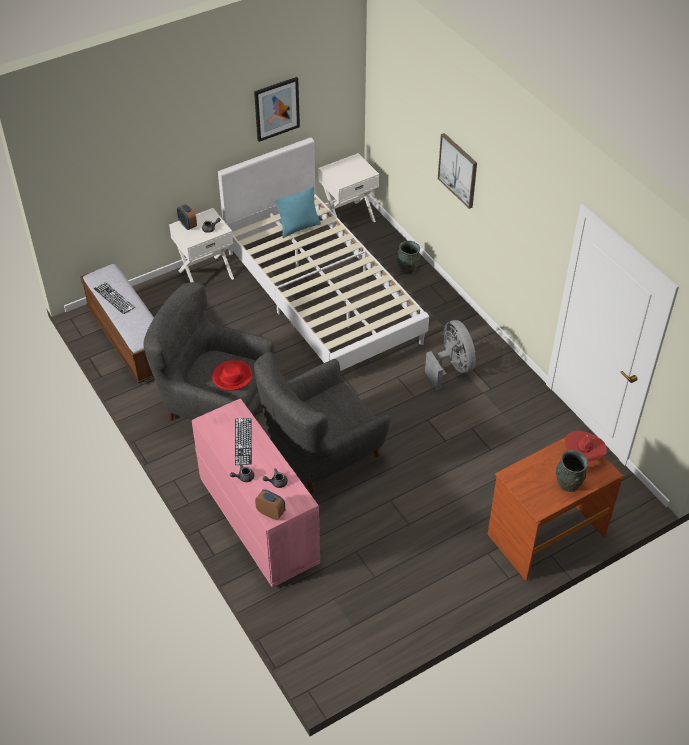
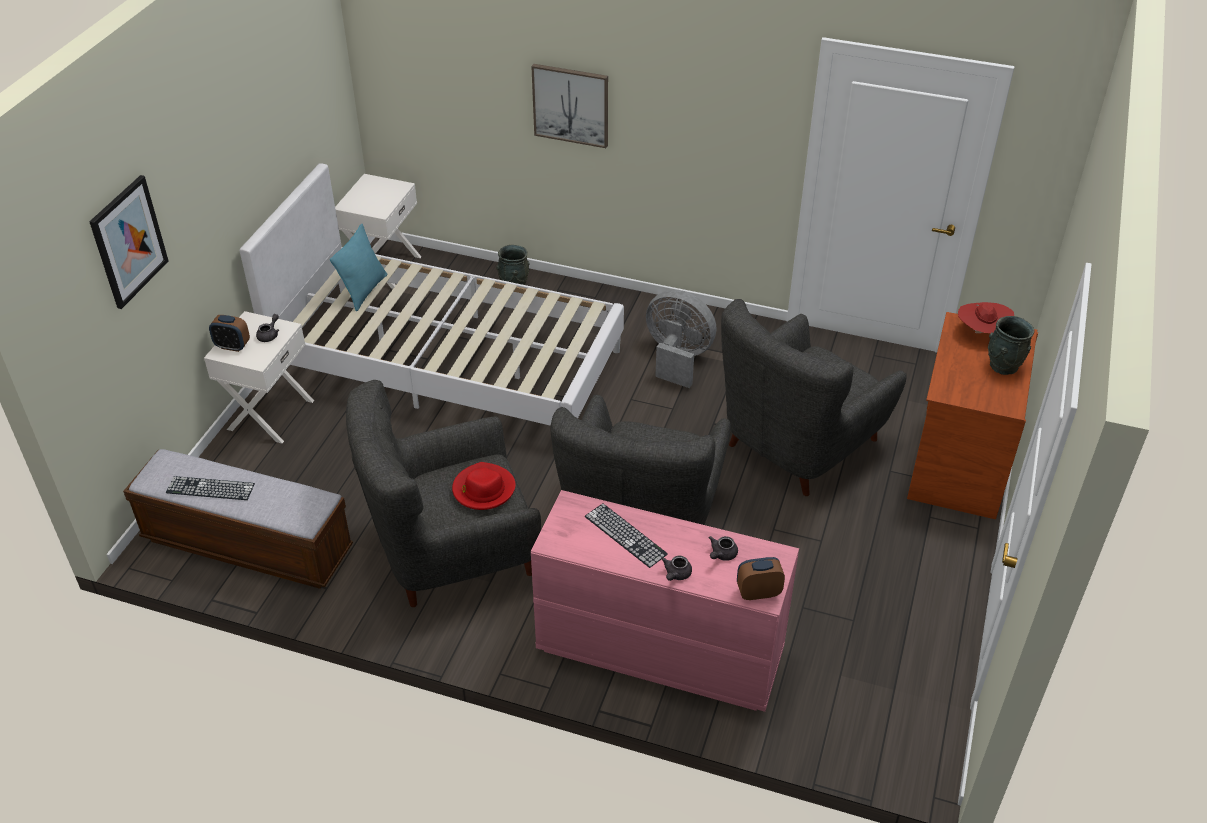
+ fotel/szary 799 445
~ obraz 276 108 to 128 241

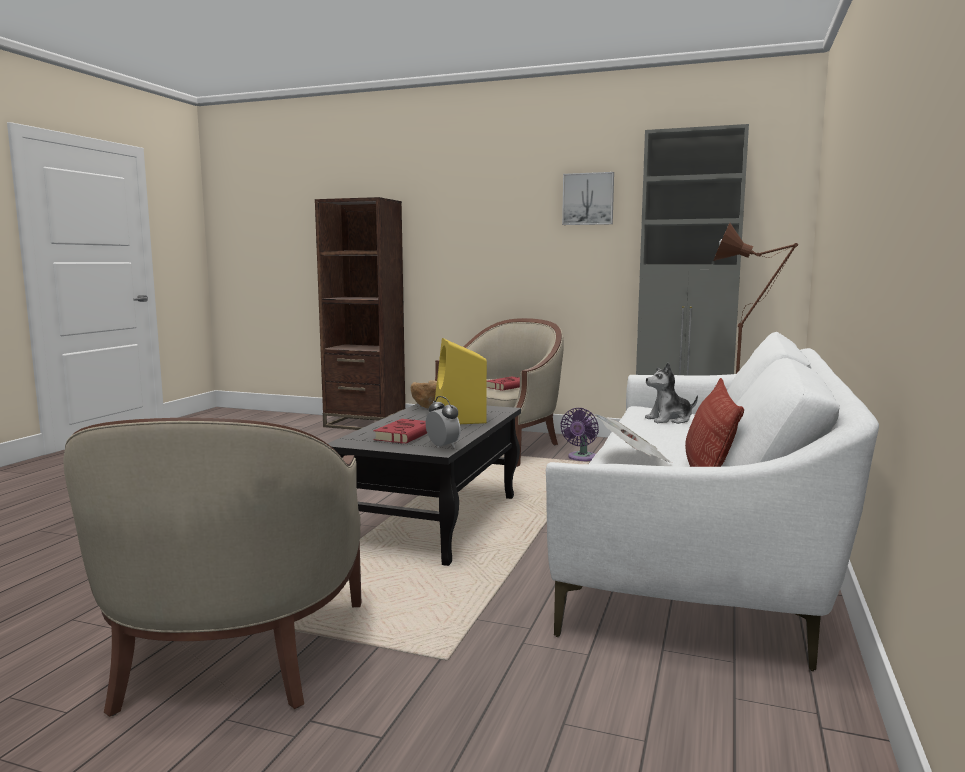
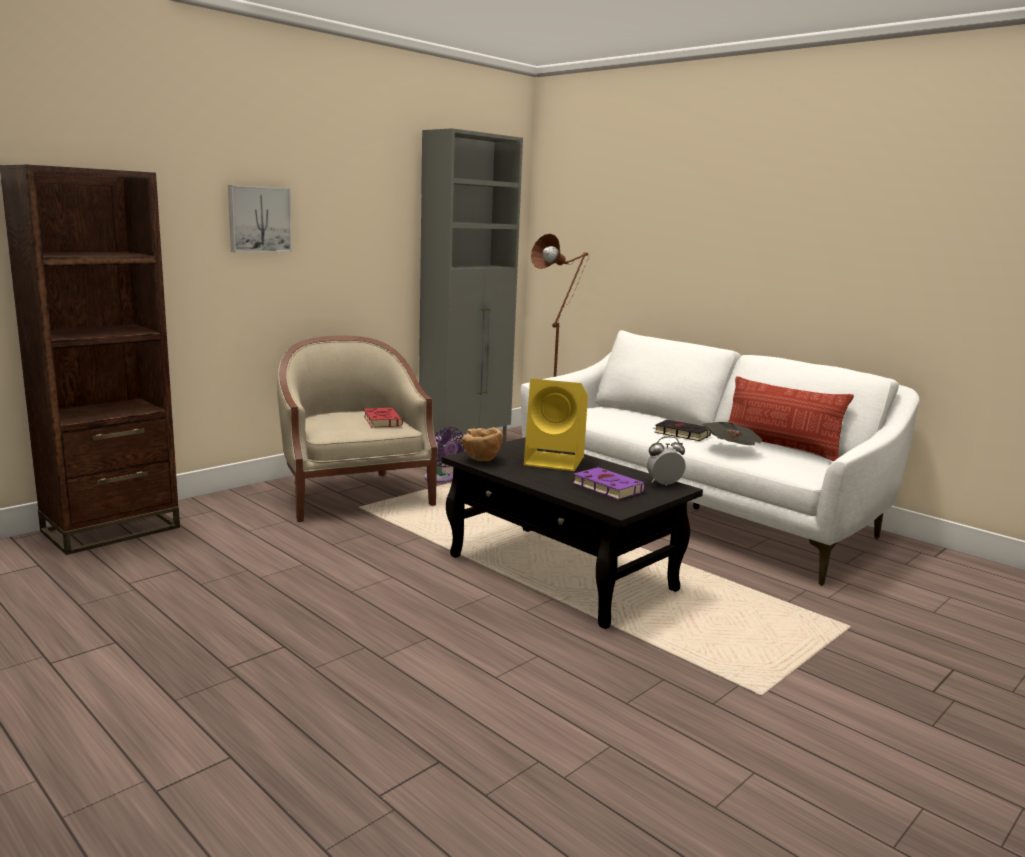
- fotel/beżowy 232 653
- pluszak 669 420
+ książka/czarny 680 433
~ obraz 588 199 to 259 219
~ książka/czerwony 405 435 to książka/fioletowy 606 487

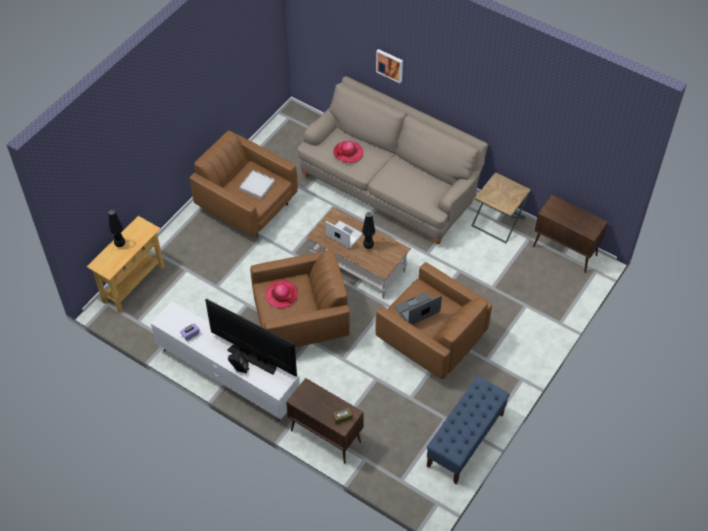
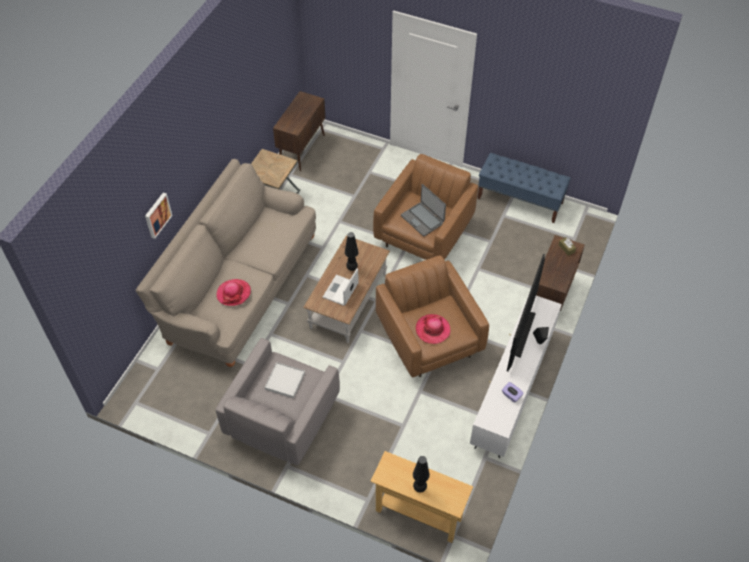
~ fotel/brązowy 246 205 to fotel/szary 282 419

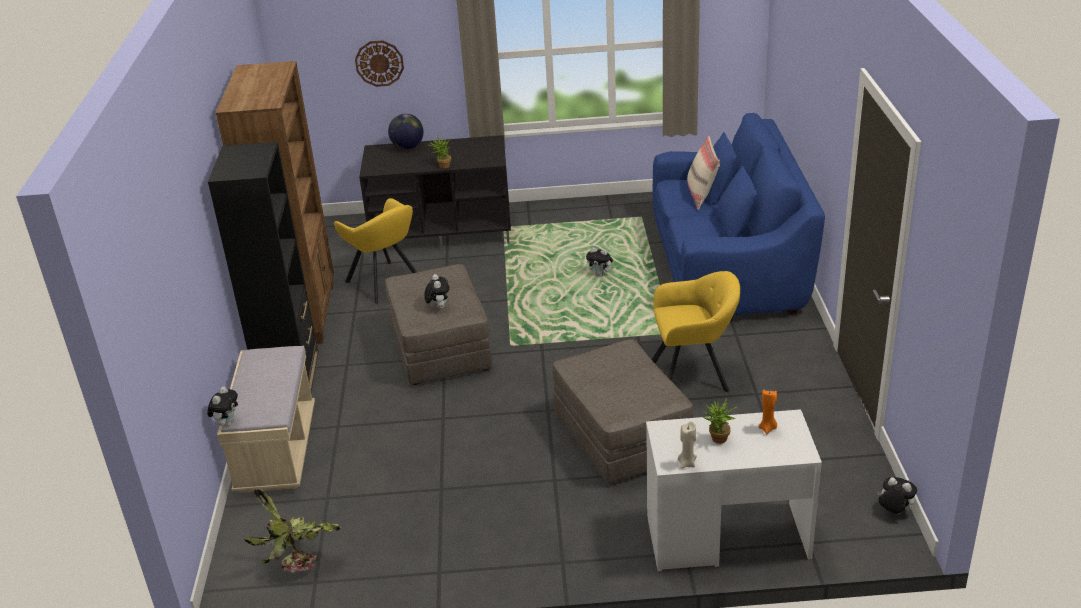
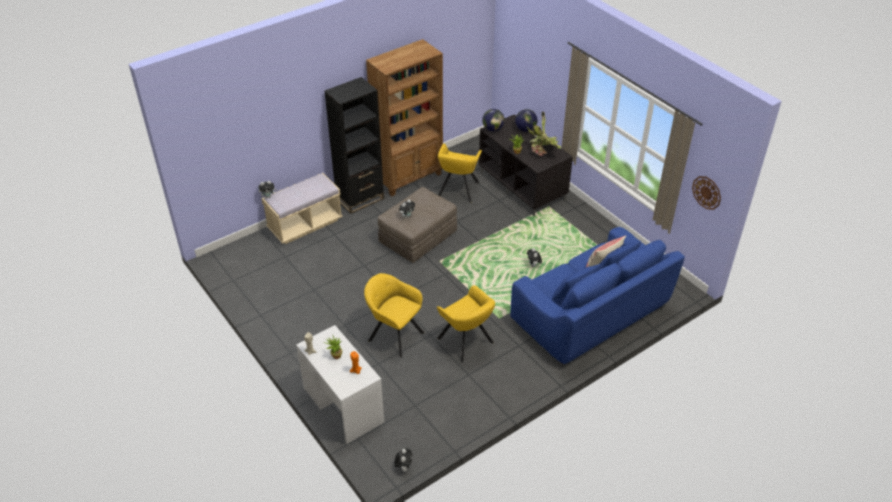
+ globus 493 129
~ roślina doniczkowa 301 559 to 544 152
~ zegar ścienny 379 63 to 706 192
~ pufa/szary 621 436 to fotel/żółty 394 335

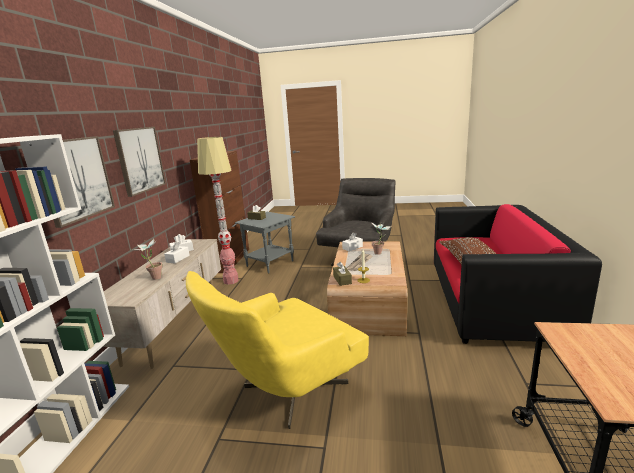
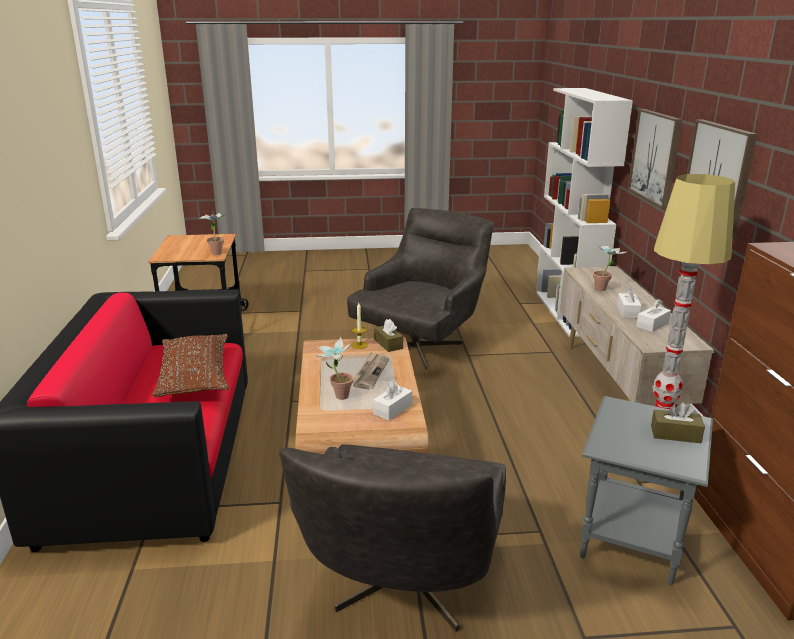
+ roślina doniczkowa 217 252
~ fotel/żółty 285 393 to fotel/szary 422 343

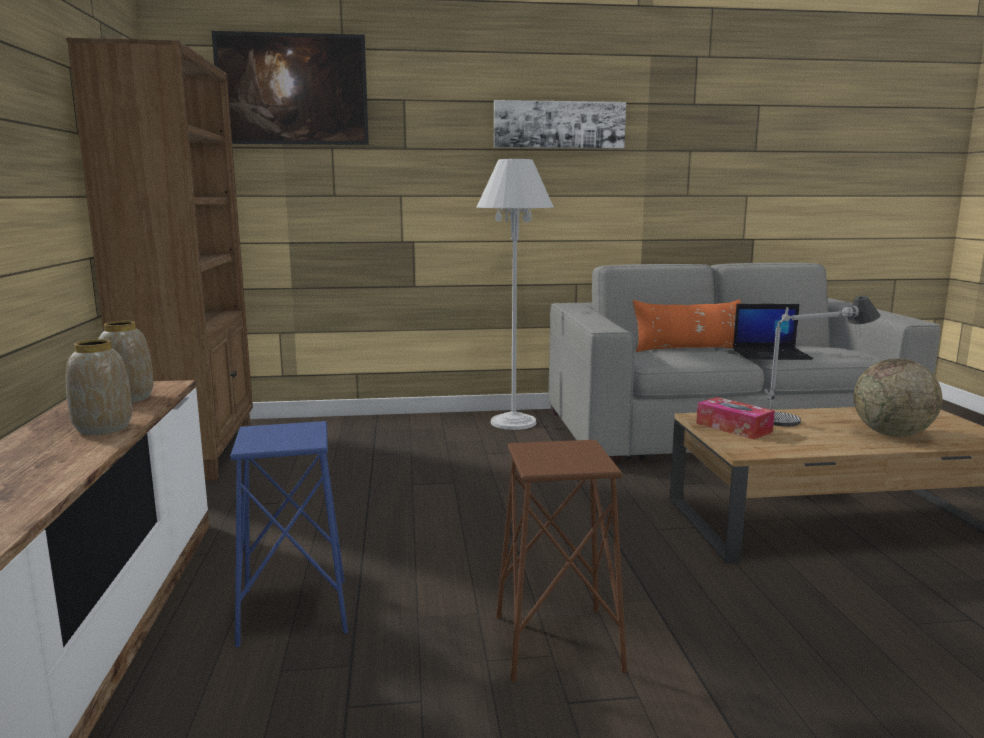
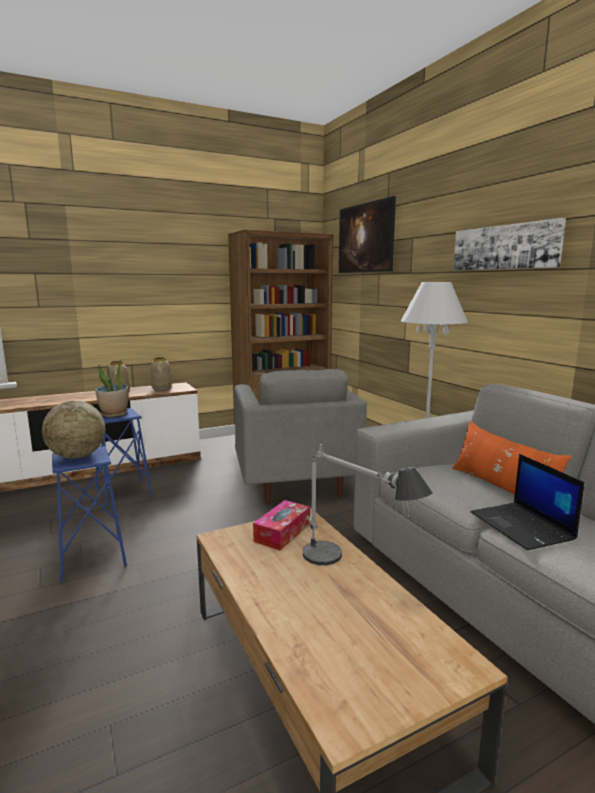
+ roślina doniczkowa 114 414
+ fotel/szary 295 482
~ globus 892 434 to 77 456
~ stołek/brązowy 557 643 to stołek/niebieski 93 558

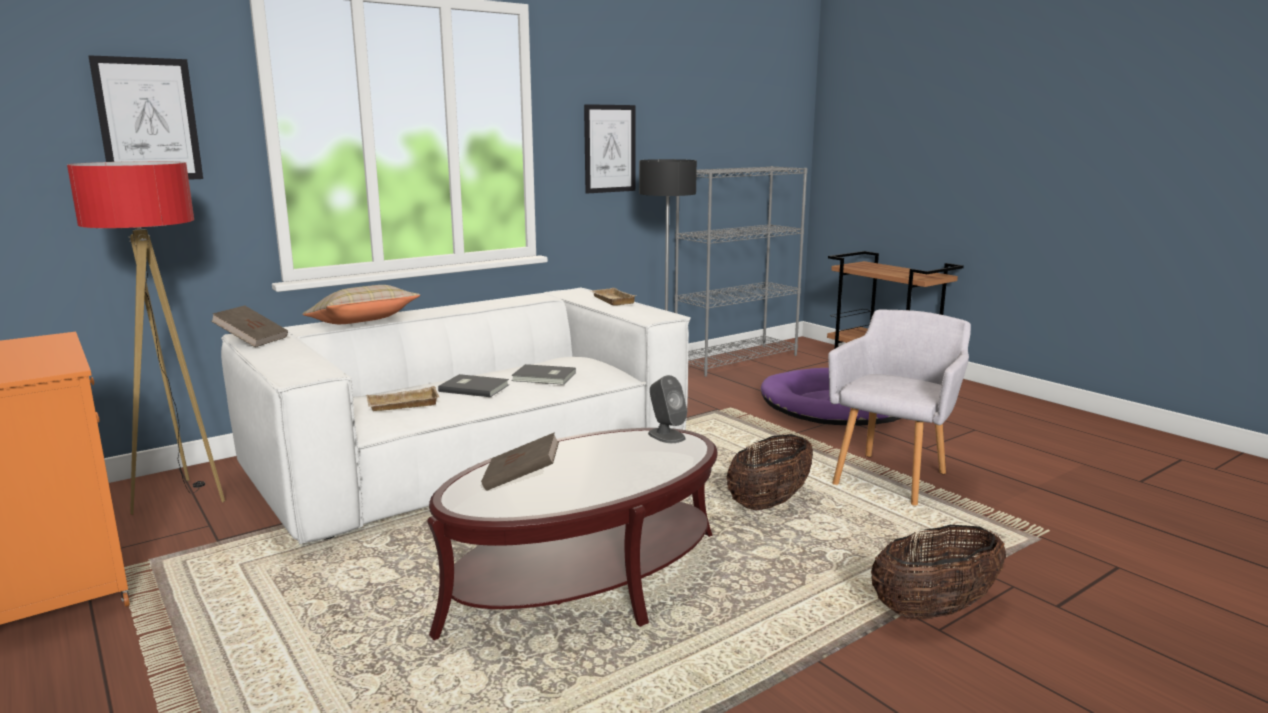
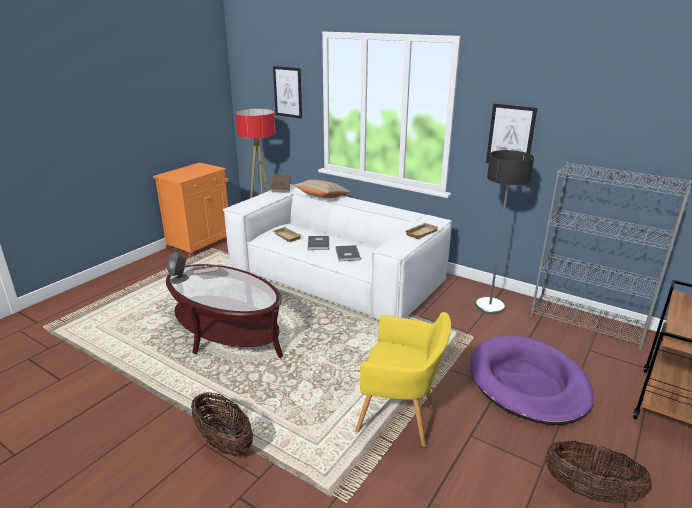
~ głośnik/szary 666 435 to 179 279
~ koszyk 769 502 to 590 491
~ fotel/szary 893 476 to fotel/żółty 400 420

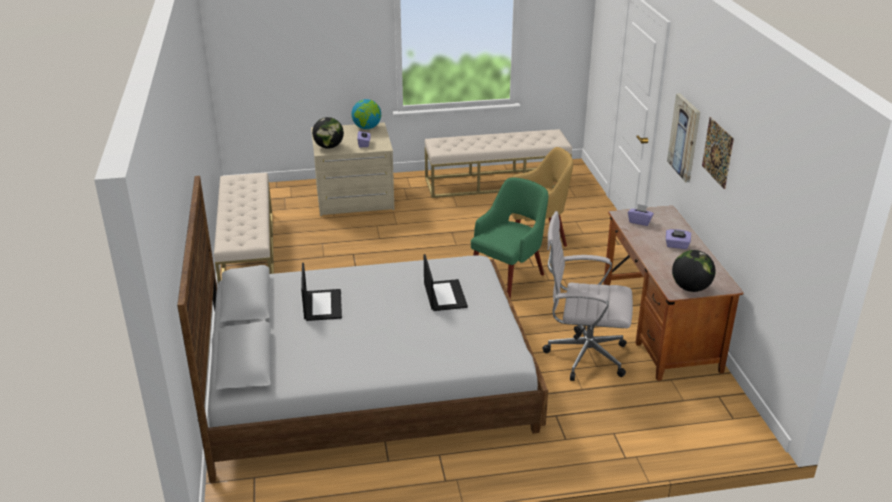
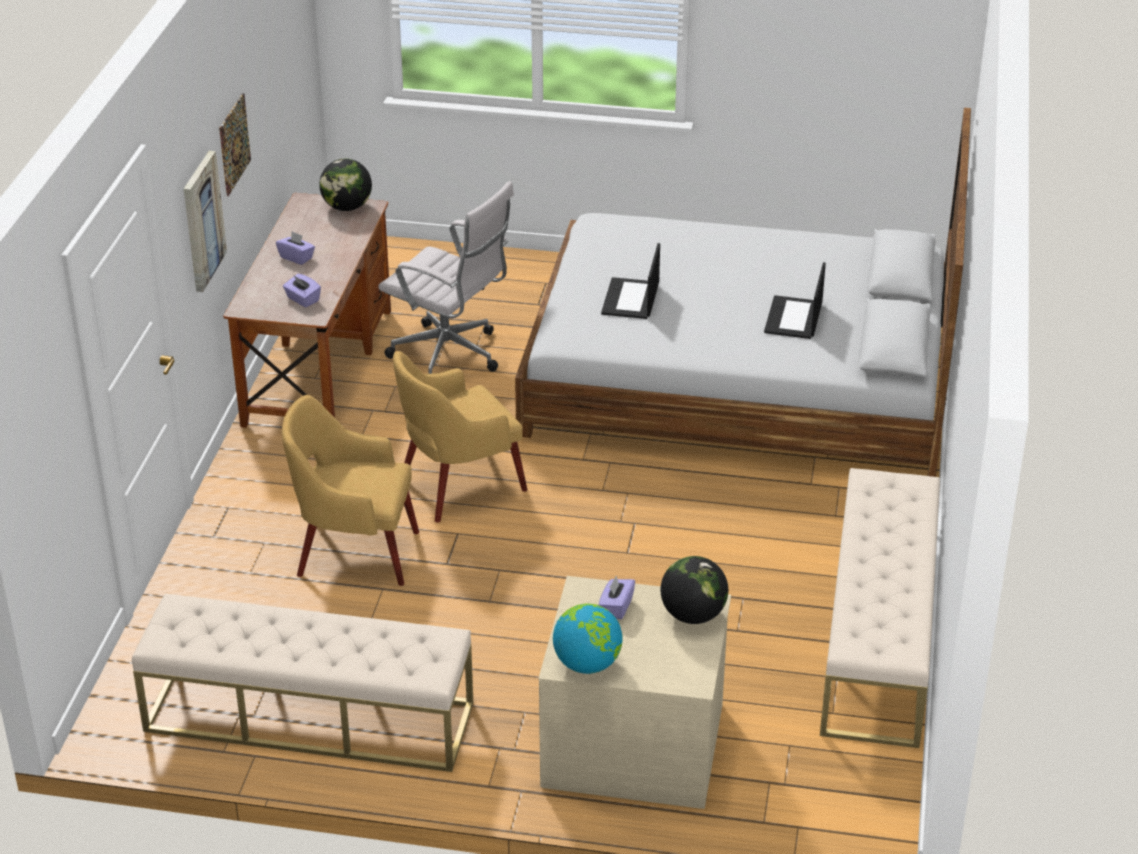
~ fotel/zielony 508 278 to fotel/żółty 458 486

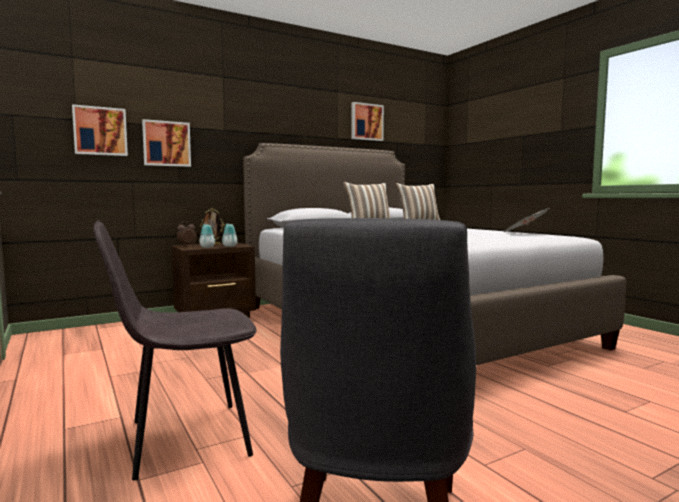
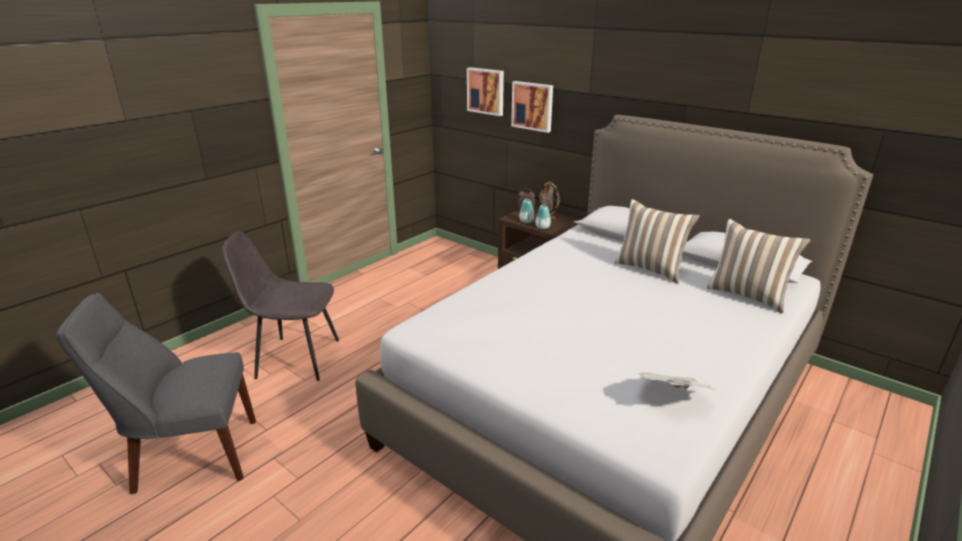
- obraz 366 122
~ krzesło/szary 184 439 = 296 358 45 degrees counterclockwise

